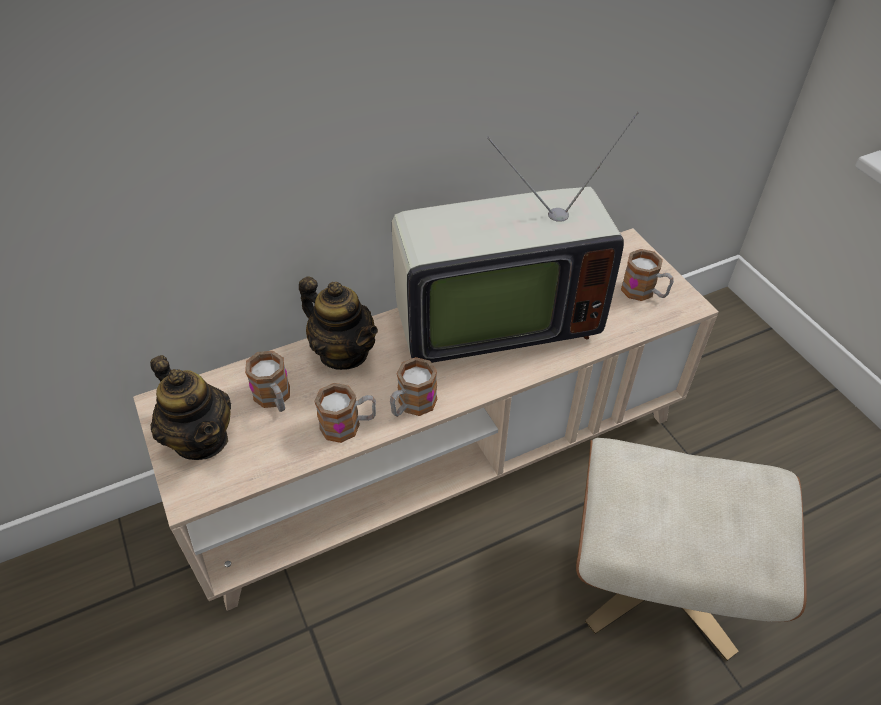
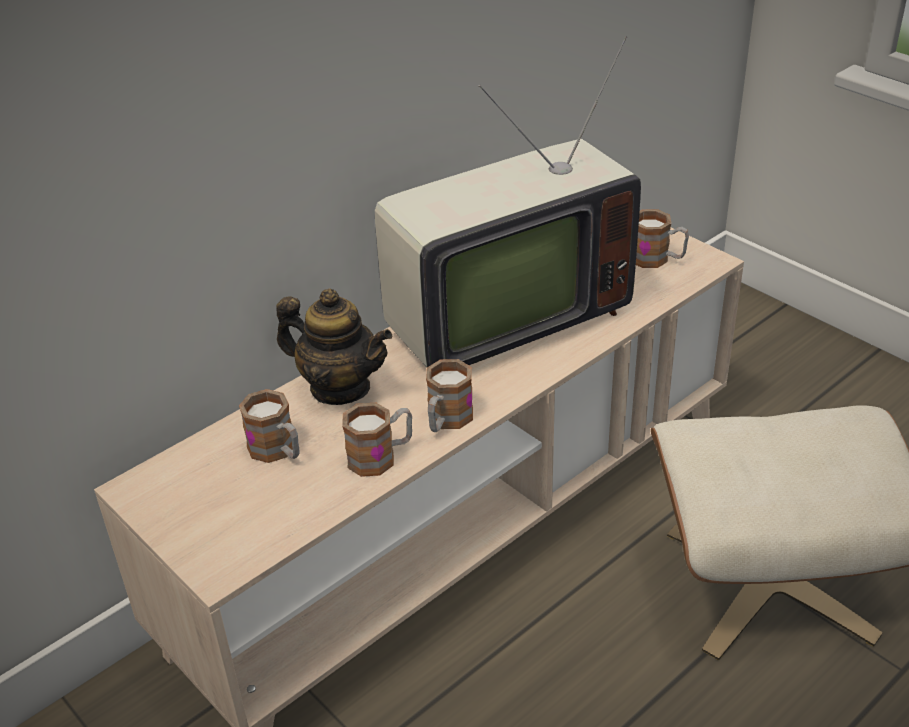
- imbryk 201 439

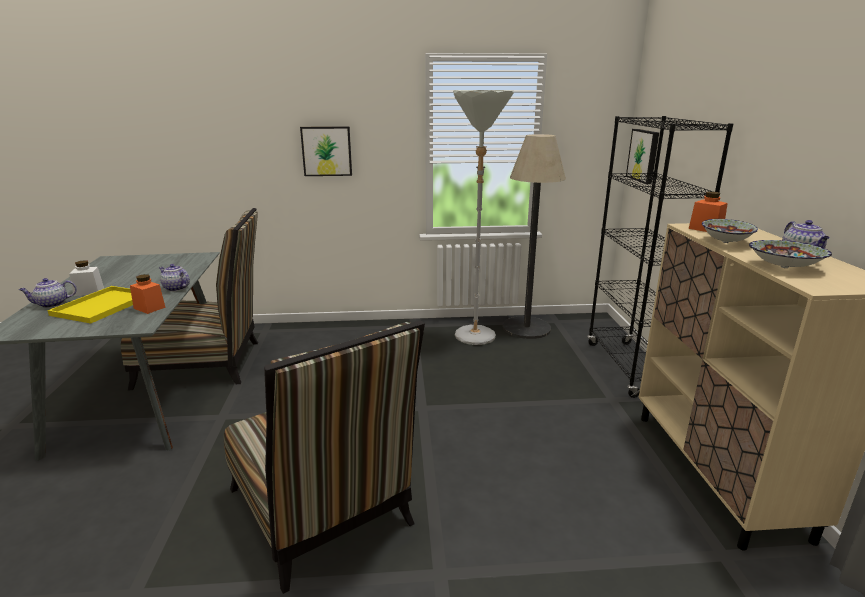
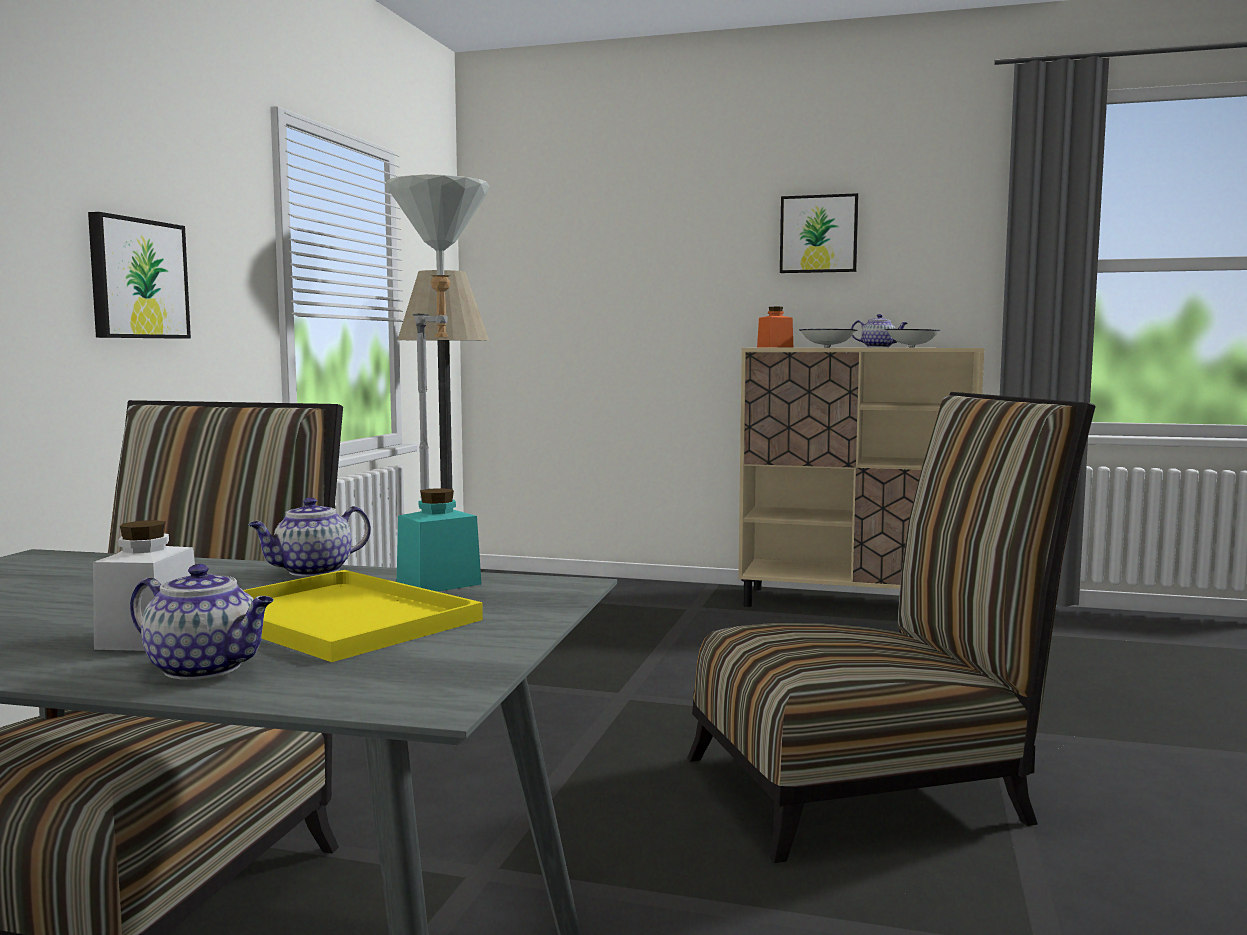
- regał/czarny 629 368
~ obraz 644 155 to 818 234
~ słoik/pomarańczowy 149 308 to słoik/turkusowy 438 584
~ imbryk 51 304 = 206 668 60 degrees counterclockwise

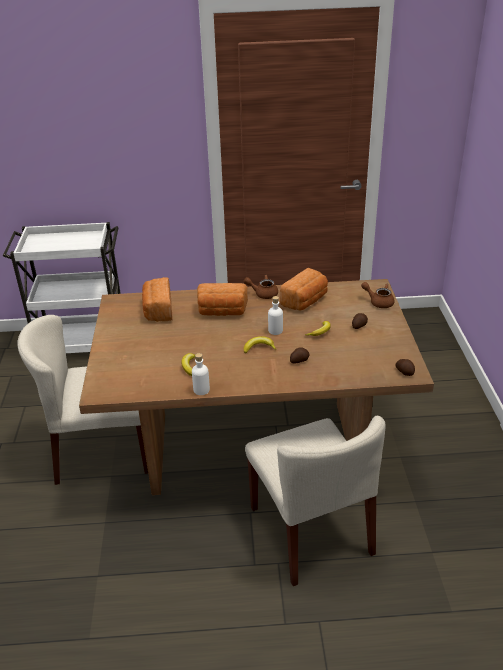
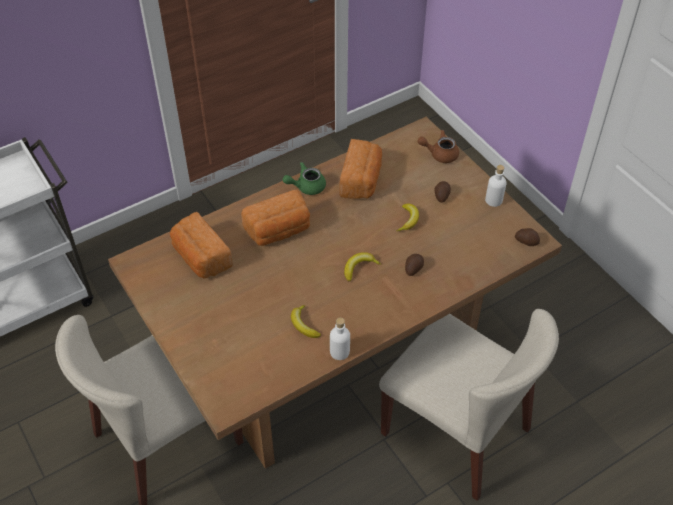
~ butelka/biały 275 330 to 493 200
~ imbryk/brązowy 263 294 to imbryk/zielony 306 187

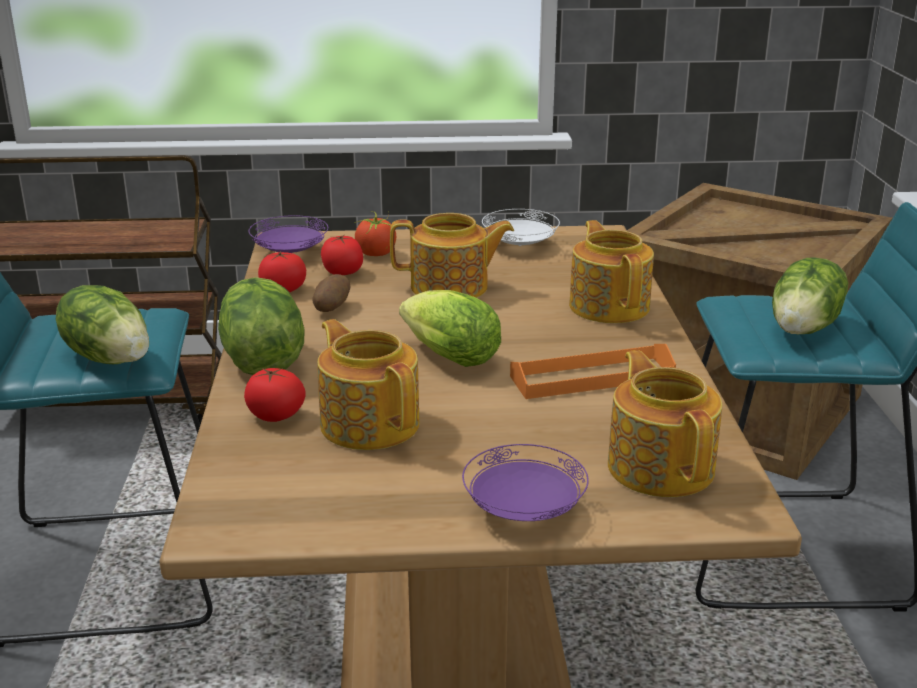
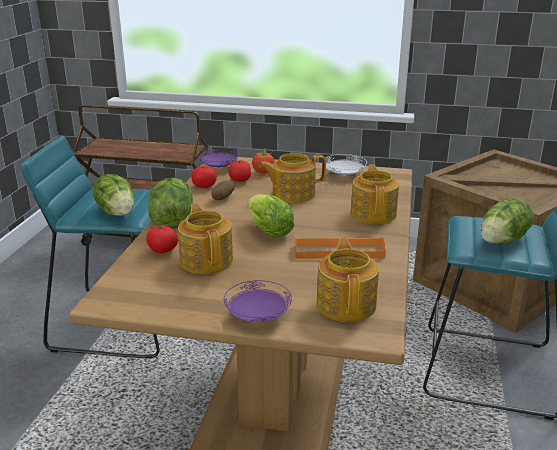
~ imbryk 451 287 = 292 194 150 degrees clockwise

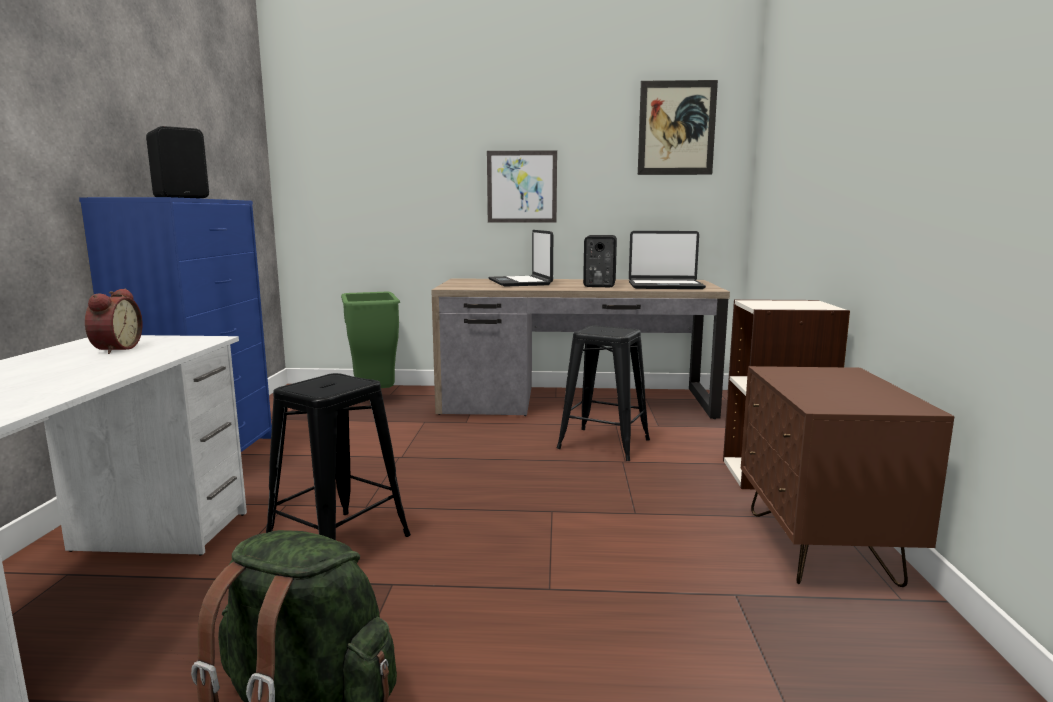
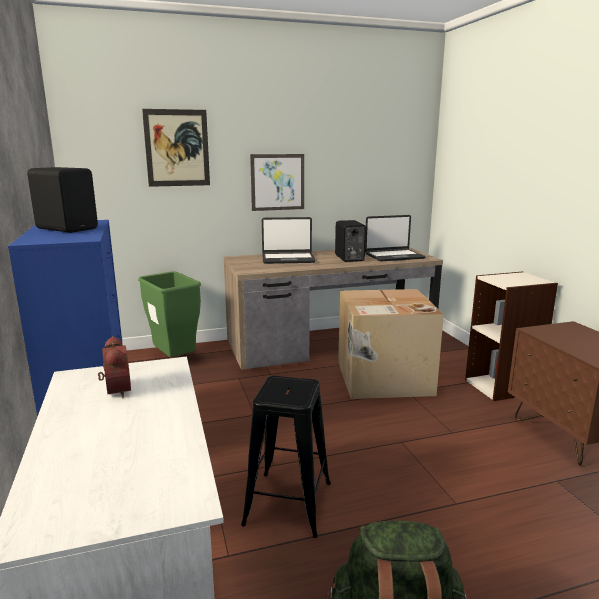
~ obraz 676 128 to 177 148
~ stołek/czarny 604 444 to karton 382 378
~ laptop 520 282 = 288 259 60 degrees counterclockwise

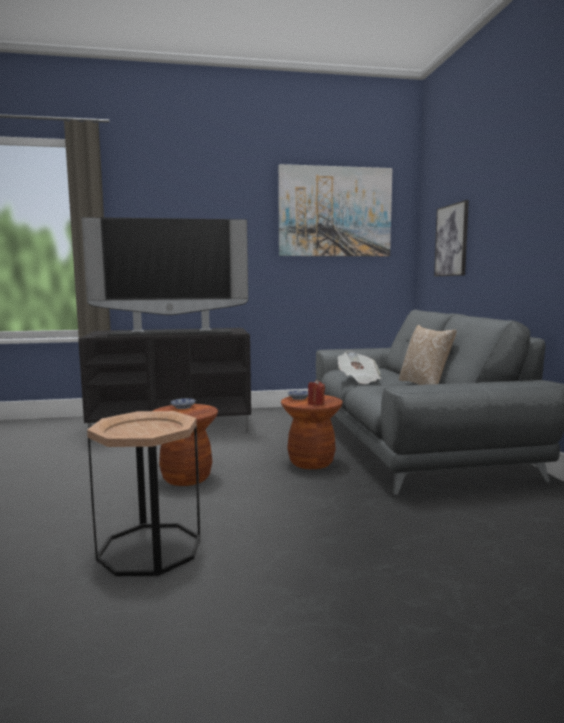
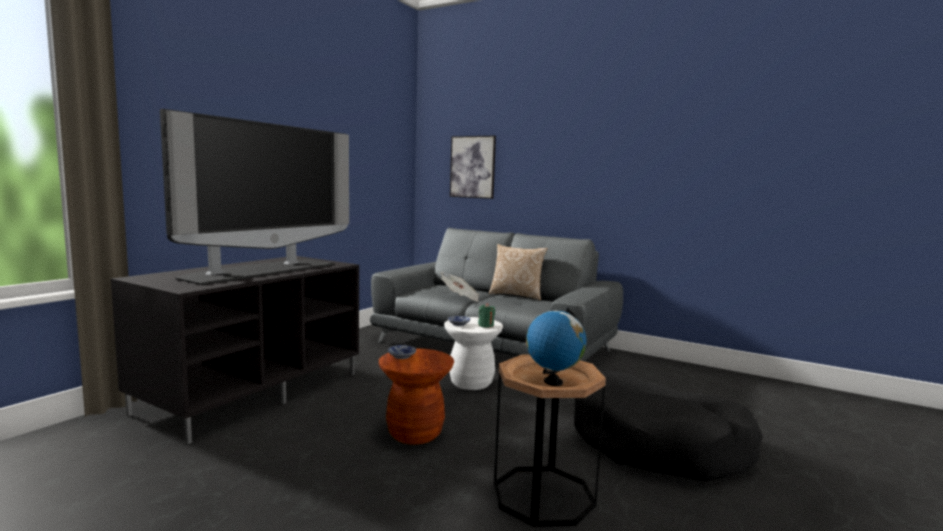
- obraz 335 212
+ globus 553 382
+ legowisko/czarny 657 444
~ stołek/brązowy 311 462 to stołek/biały 471 383
~ świeca/czerwony 316 403 to świeca/zielony 486 325

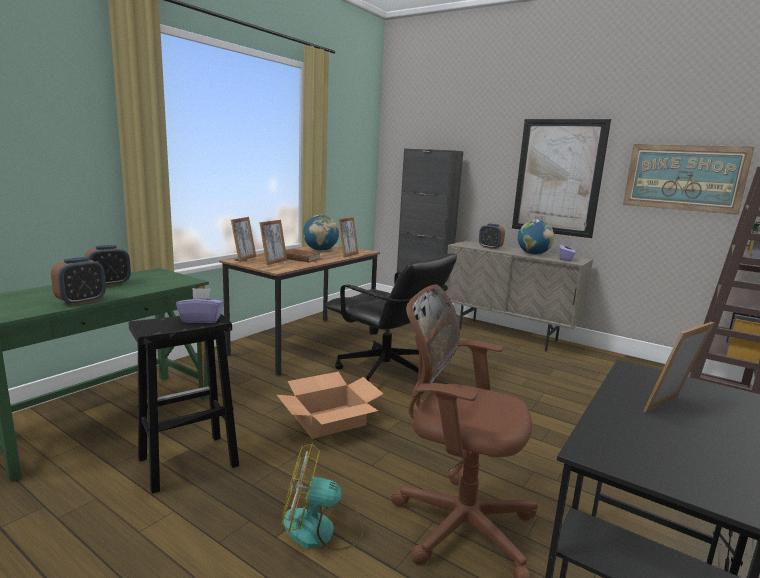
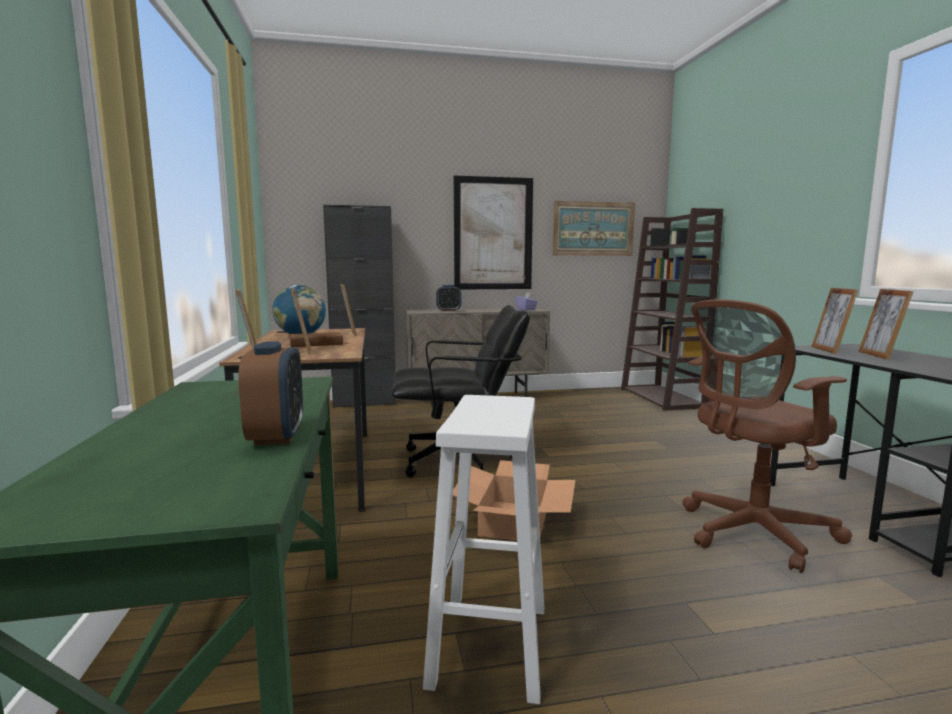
- budzik 109 284
- pudełko chusteczek/fioletowy 201 319
- wentylator 321 530
- globus 533 254
+ ramka na zdjęcie 829 350
~ stołek/czarny 186 463 to stołek/biały 490 647

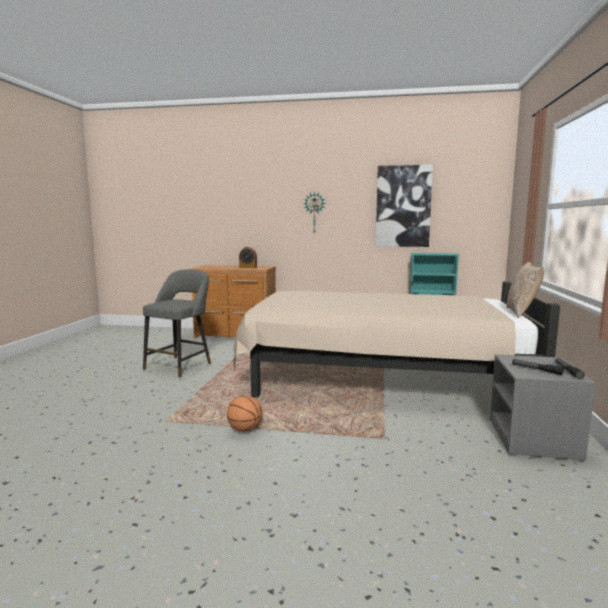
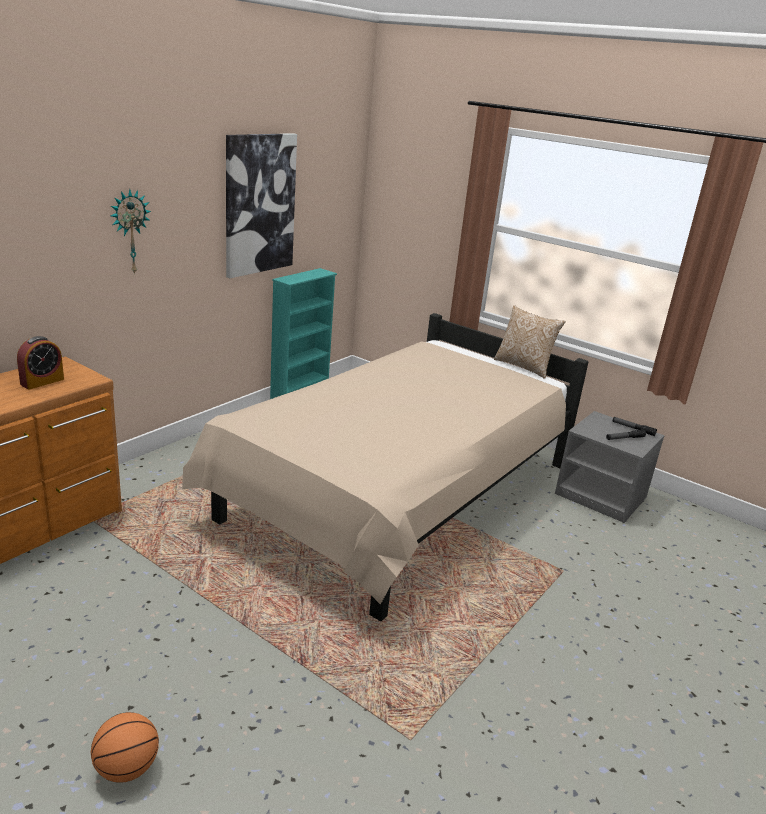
- stołek/szary 180 365
~ piłka do koszykówki 245 430 to 127 768

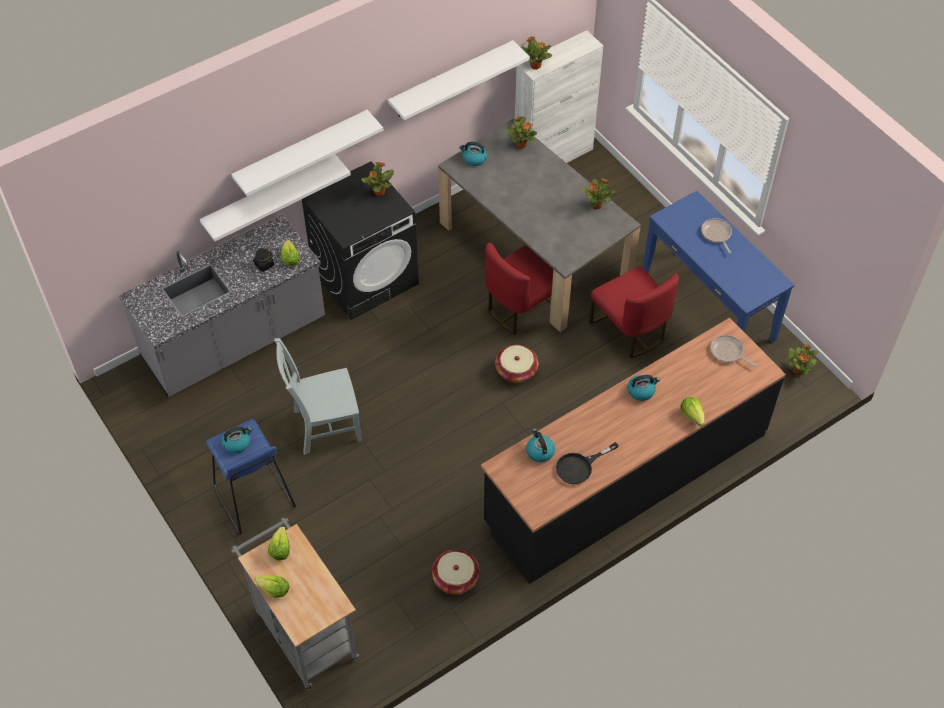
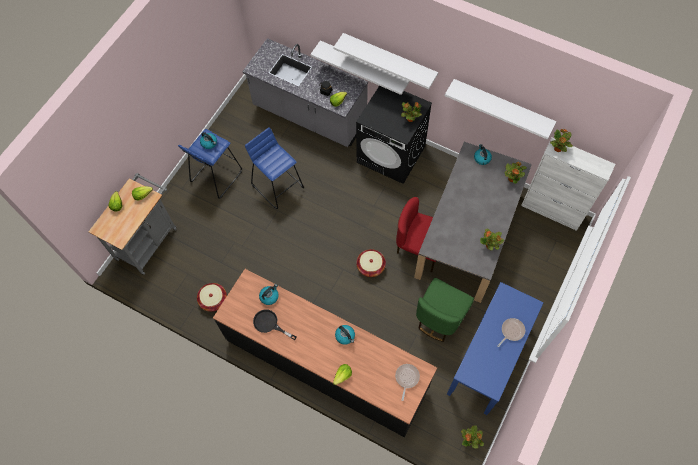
~ krzesło/szary 324 426 to stołek/niebieski 278 185
~ krzesło/czerwony 629 330 to krzesło/zielony 440 318

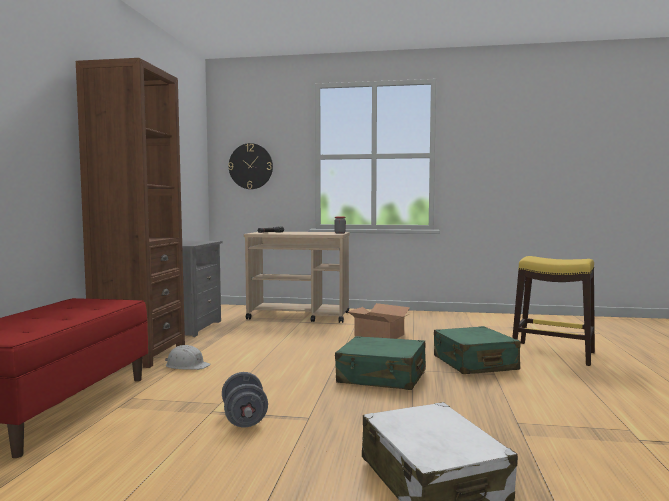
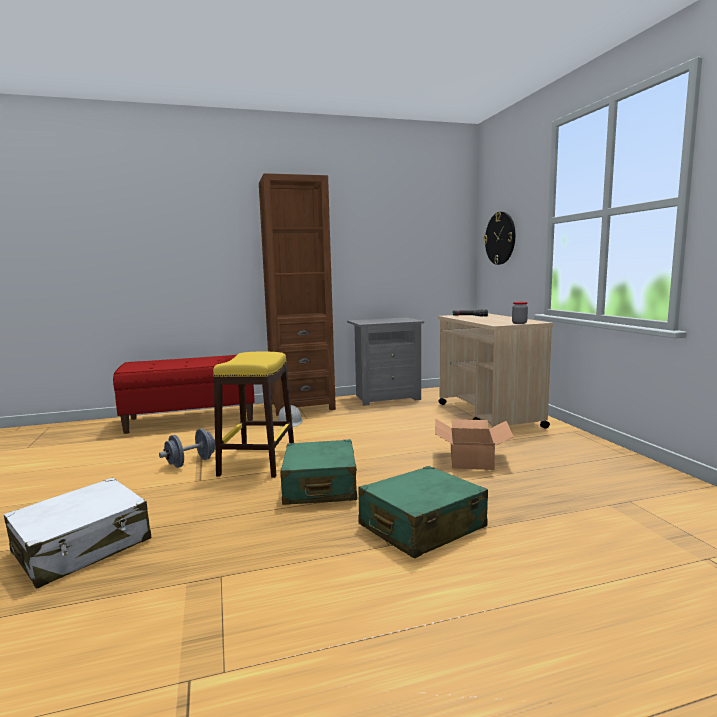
~ stołek/żółty 553 353 to 257 461

